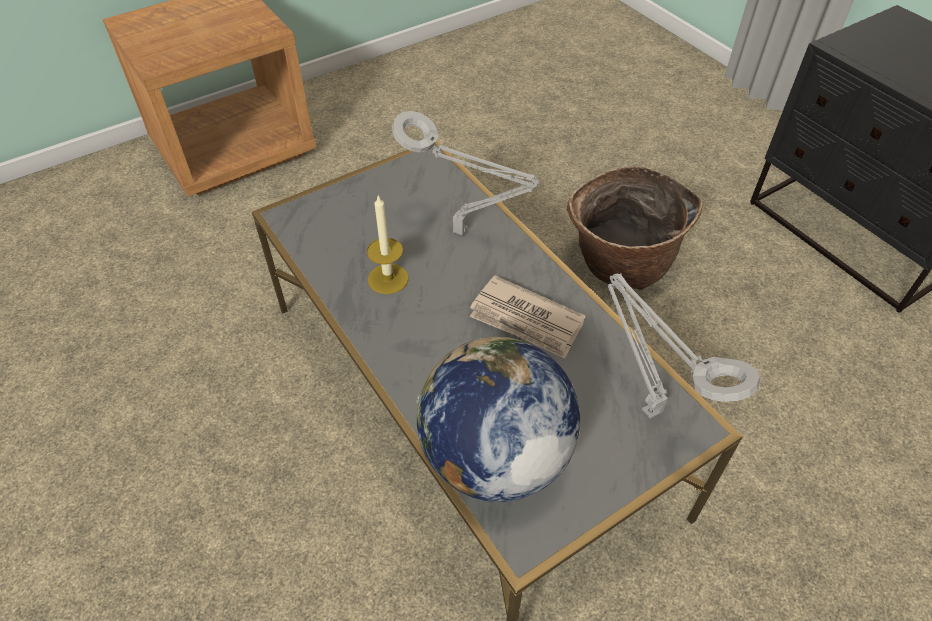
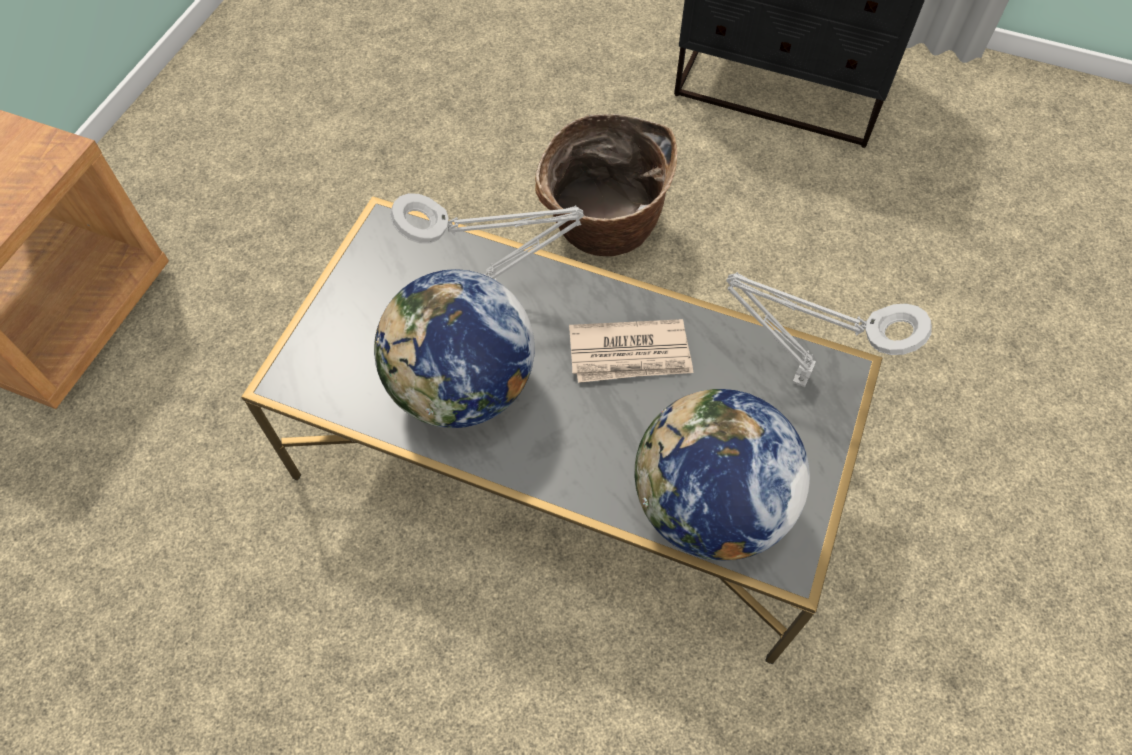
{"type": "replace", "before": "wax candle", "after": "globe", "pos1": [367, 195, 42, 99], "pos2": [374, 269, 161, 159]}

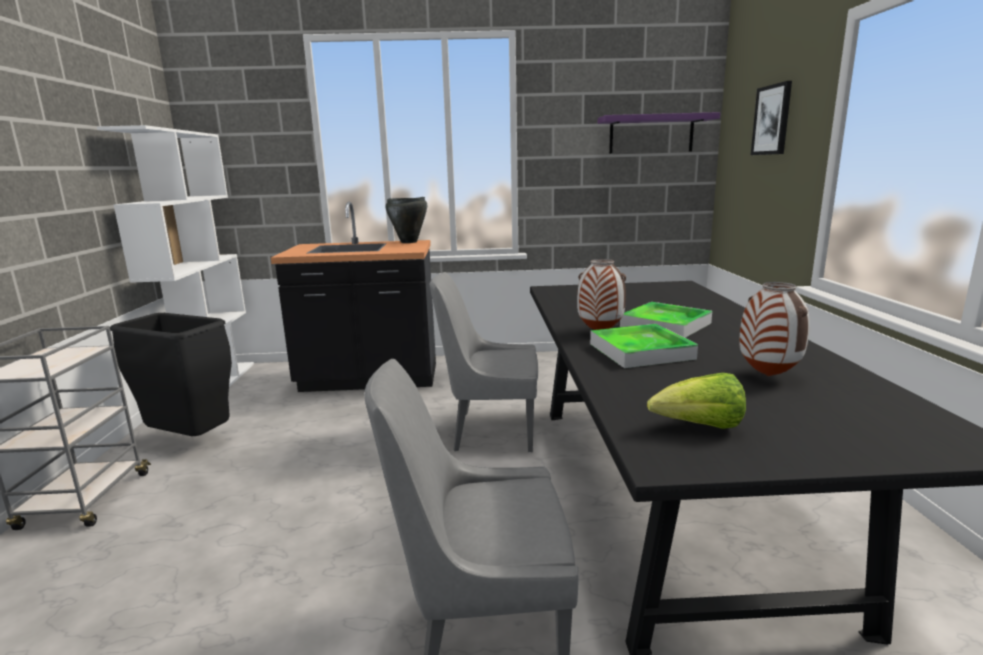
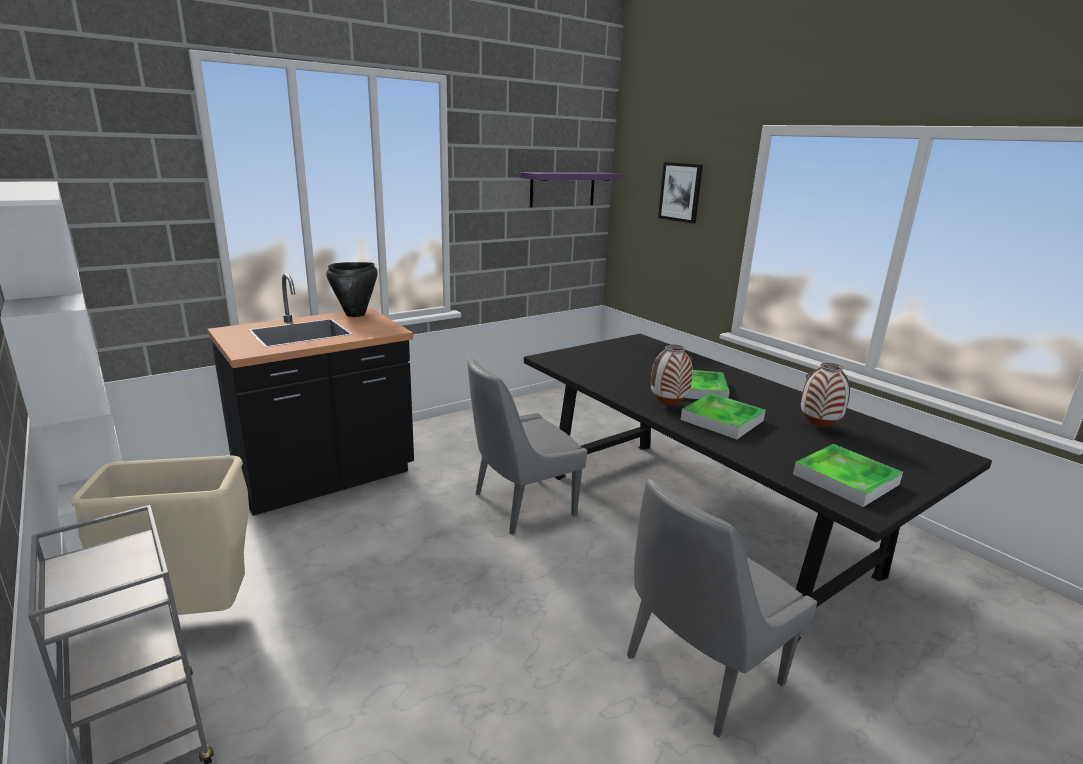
{"type": "recolor", "before": "trash can (black)", "after": "trash can (sand-coloured)", "pos1": [110, 313, 122, 123], "pos2": [71, 455, 178, 160]}
{"type": "replace", "before": "lettuce", "after": "tray", "pos1": [647, 373, 99, 56], "pos2": [793, 444, 110, 63]}

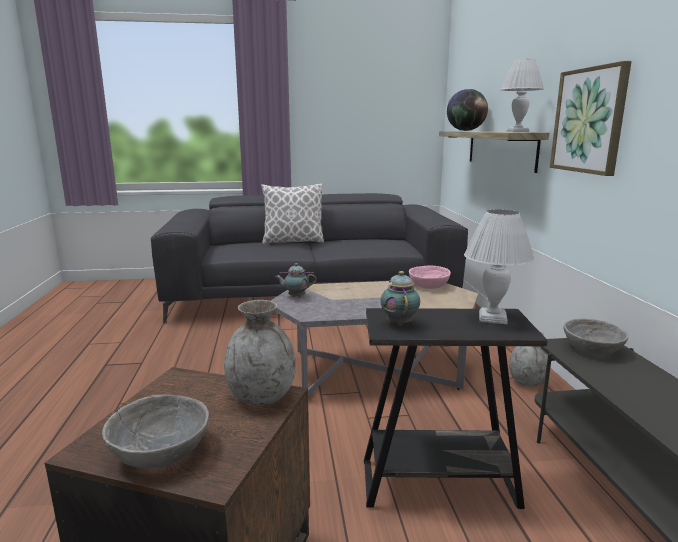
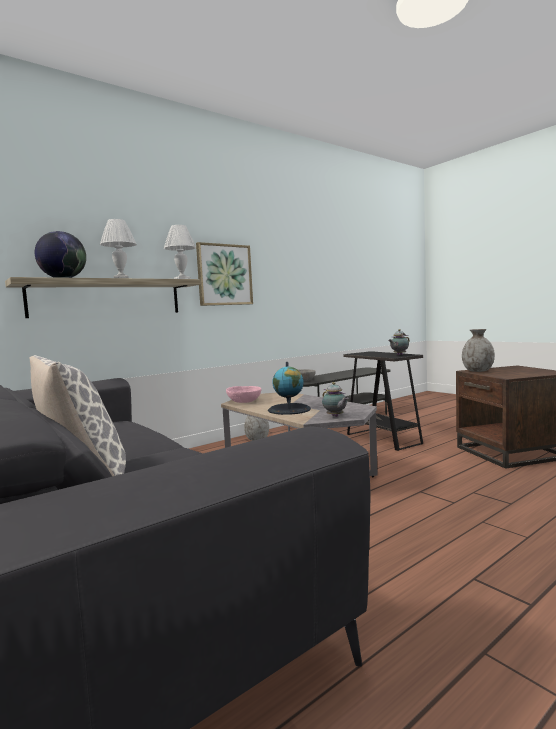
{"type": "move", "before": "table lamp (white-coloured)", "pos1": [464, 209, 71, 115], "pos2": [100, 219, 37, 59]}
{"type": "insert", "after": "globe", "pos2": [268, 362, 43, 53]}
{"type": "delete", "before": "deep dish (grey)", "pos1": [102, 394, 107, 74]}

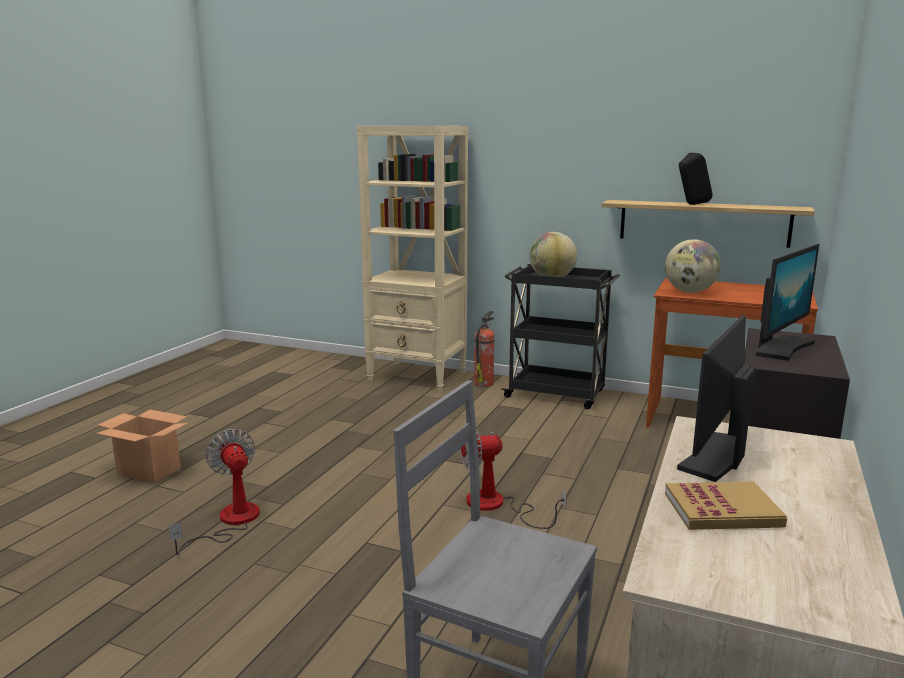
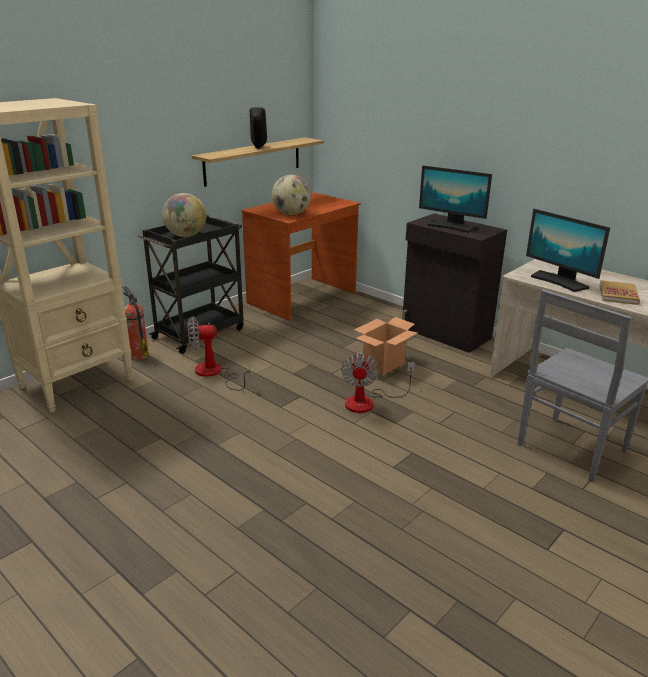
{"type": "move", "before": "electric fan", "pos1": [169, 429, 91, 126], "pos2": [187, 317, 63, 74]}
{"type": "move", "before": "cardboard box", "pos1": [96, 410, 92, 73], "pos2": [354, 317, 63, 59]}
{"type": "rotate", "before": "computer display", "pos1": [756, 244, 63, 117], "pos2": [419, 166, 73, 67], "turn": 150}

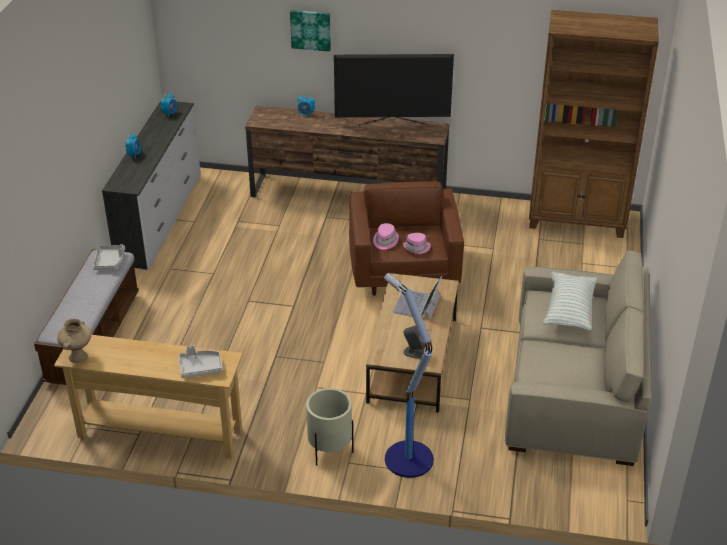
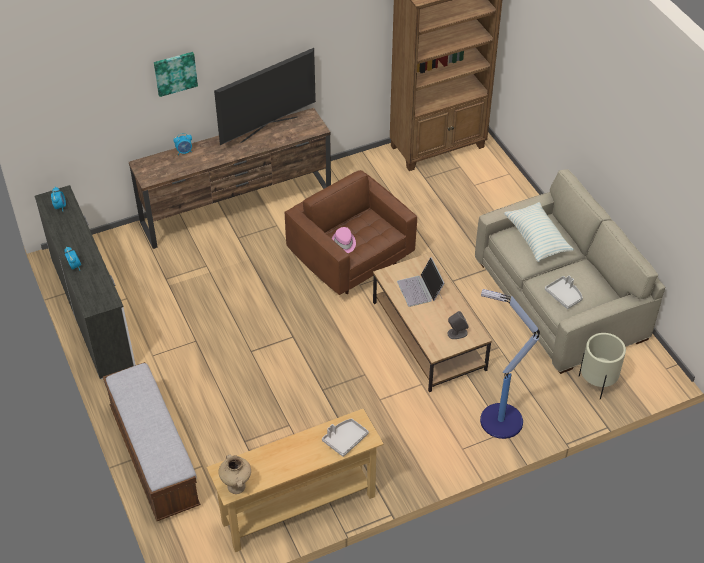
{"type": "move", "before": "tray (grey)", "pos1": [93, 244, 32, 26], "pos2": [545, 276, 38, 33]}
{"type": "move", "before": "flower pot (sand-coloured)", "pos1": [306, 388, 47, 78], "pos2": [579, 333, 47, 67]}
{"type": "delete", "before": "clothing hat (pinkish)", "pos1": [403, 233, 28, 21]}

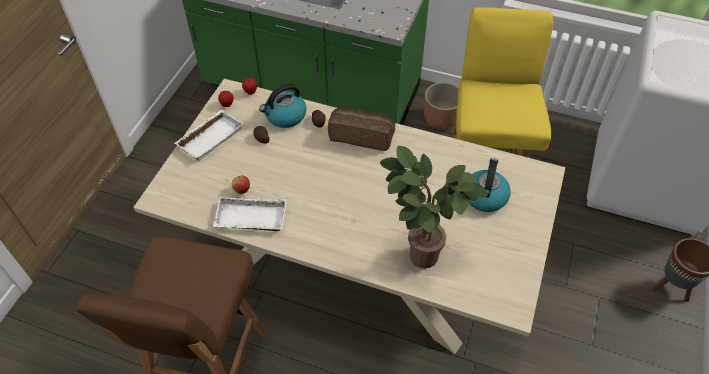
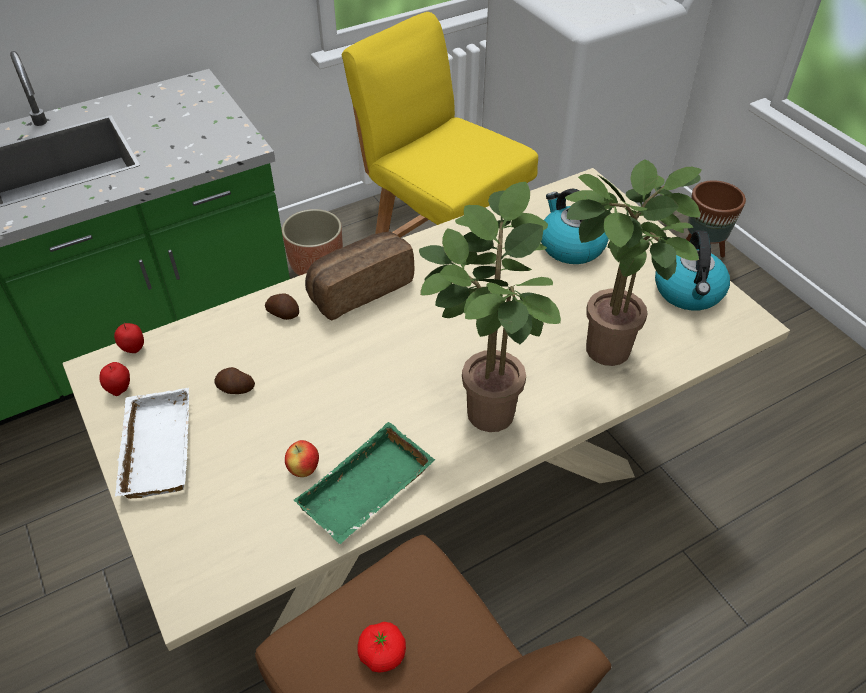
{"type": "recolor", "before": "tray (white-coloured)", "after": "tray (green)", "pos1": [213, 197, 74, 34], "pos2": [293, 422, 142, 122]}
{"type": "insert", "after": "tomato", "pos2": [357, 622, 49, 51]}
{"type": "insert", "after": "houseplant", "pos2": [419, 182, 142, 250]}
{"type": "move", "before": "tea kettle", "pos1": [259, 84, 47, 44], "pos2": [655, 230, 75, 81]}

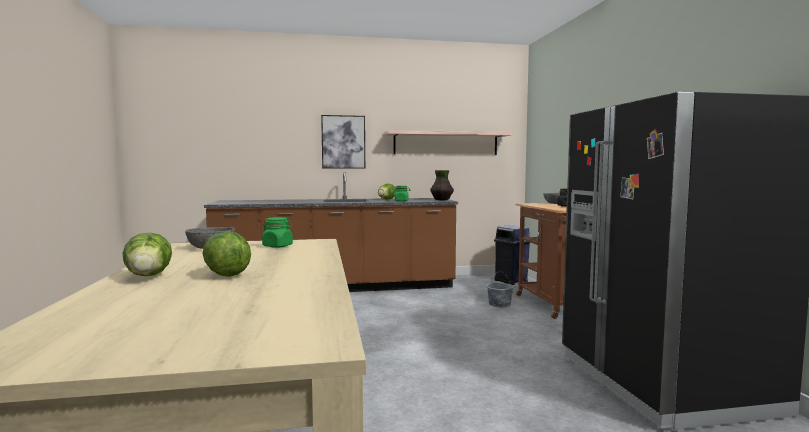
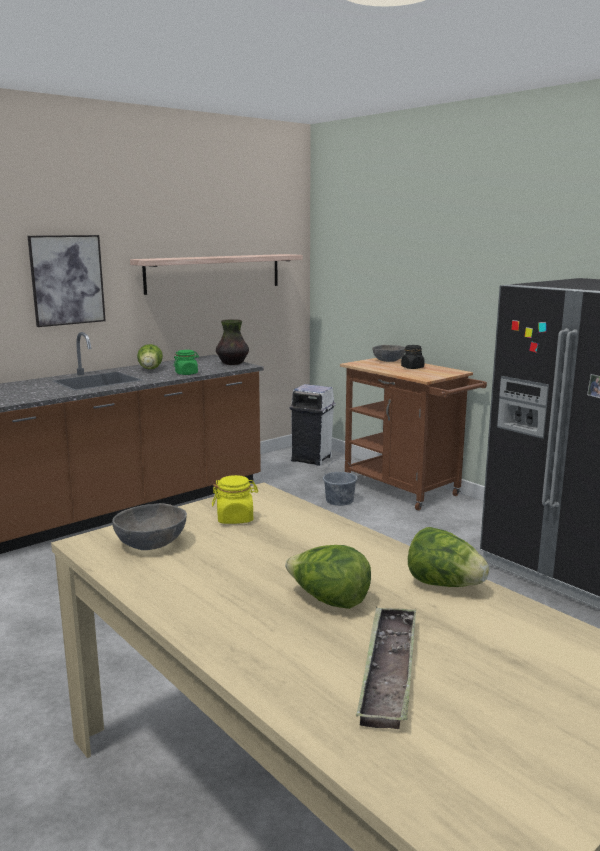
{"type": "recolor", "before": "storage jar (green)", "after": "storage jar (yellow-coloured)", "pos1": [262, 217, 31, 31], "pos2": [212, 475, 46, 49]}
{"type": "recolor", "before": "trash can (bluish)", "after": "trash can (white-coloured)", "pos1": [494, 225, 36, 60], "pos2": [290, 384, 46, 82]}
{"type": "insert", "after": "tray", "pos2": [356, 607, 60, 122]}
{"type": "move", "before": "lettuce", "pos1": [122, 233, 50, 43], "pos2": [408, 527, 81, 60]}

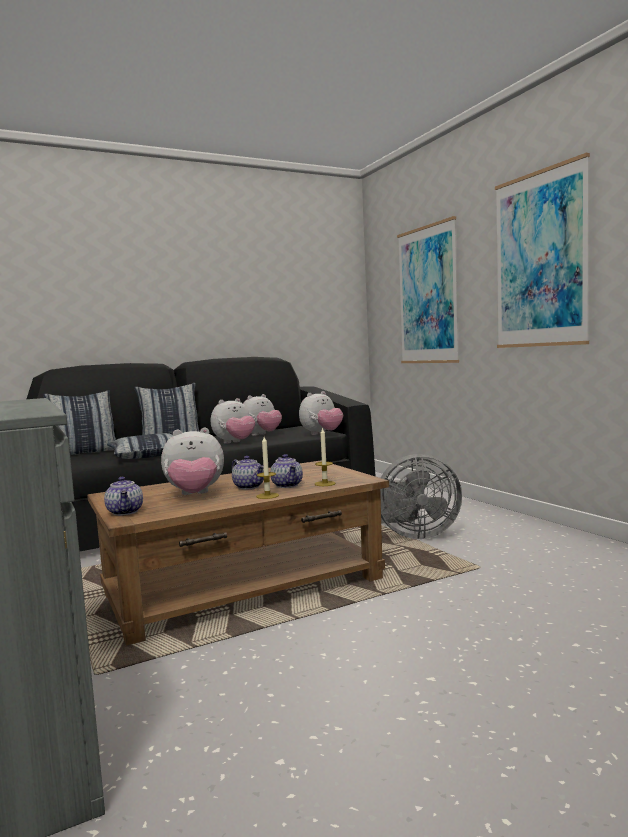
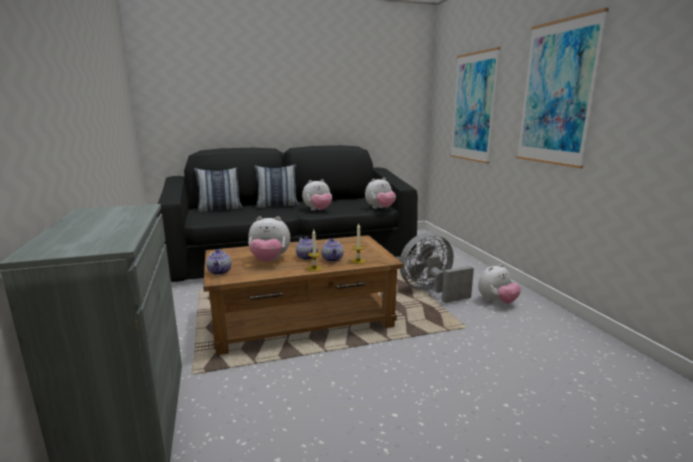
{"type": "rotate", "before": "electric fan (grey)", "pos1": [380, 454, 82, 85], "pos2": [400, 233, 74, 70], "turn": 150}
{"type": "move", "before": "soft toy", "pos1": [243, 394, 39, 42], "pos2": [478, 264, 43, 40]}
{"type": "delete", "before": "throw pillow", "pos1": [107, 433, 66, 26]}

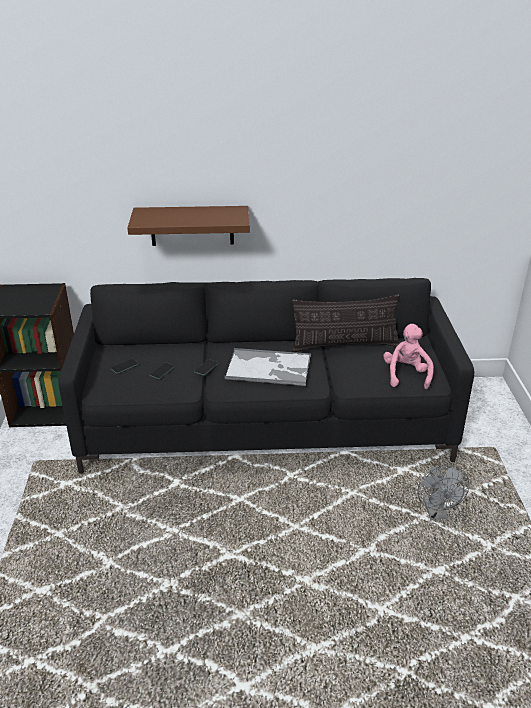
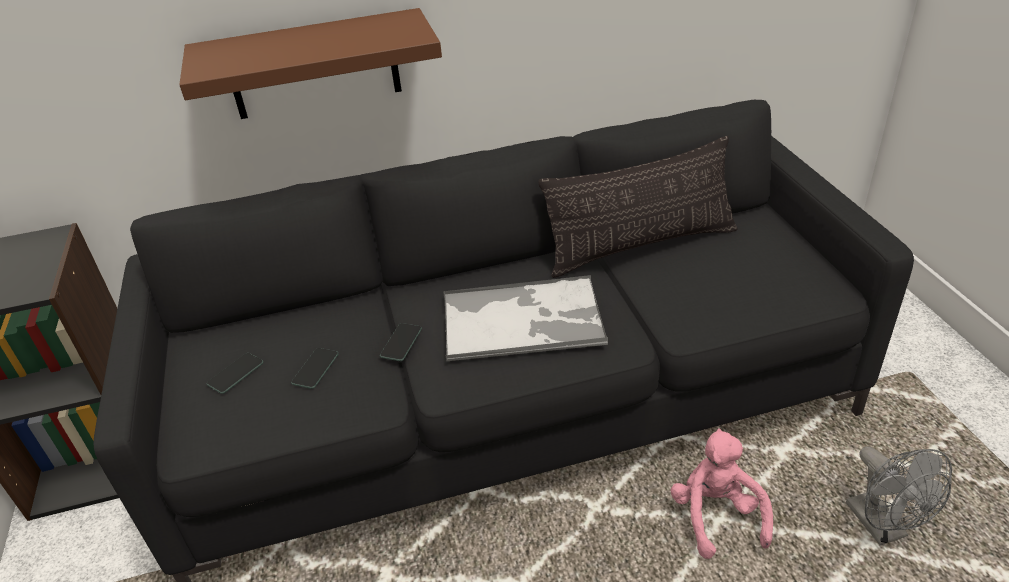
{"type": "move", "before": "soft toy (pinkish)", "pos1": [383, 324, 51, 65], "pos2": [670, 428, 103, 131]}

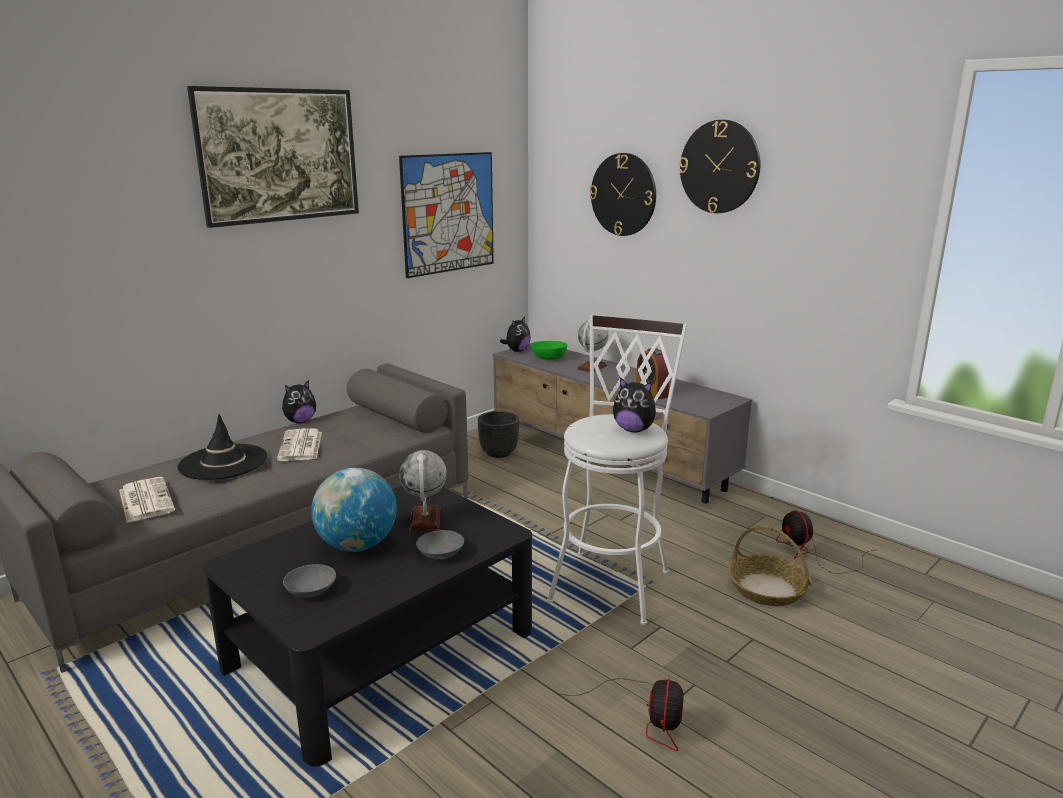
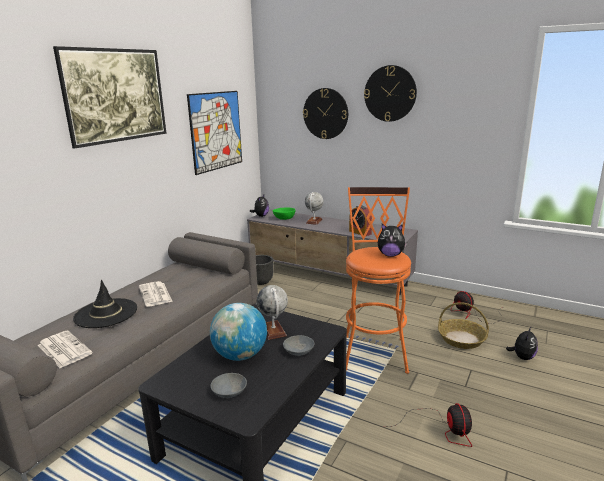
{"type": "recolor", "before": "stool (white-coloured)", "after": "stool (orangey)", "pos1": [547, 315, 140, 310], "pos2": [346, 187, 65, 187]}
{"type": "move", "before": "soft toy", "pos1": [282, 380, 34, 43], "pos2": [506, 327, 32, 33]}

